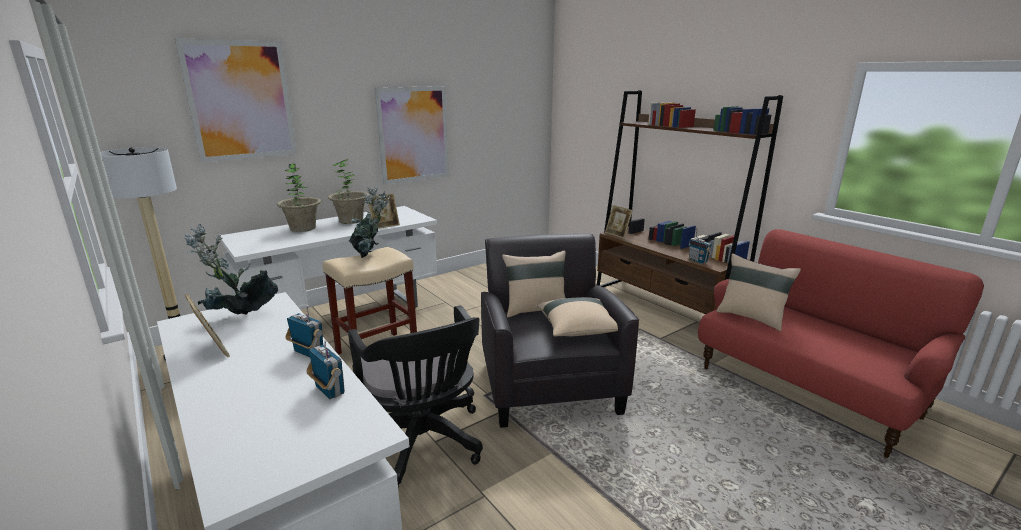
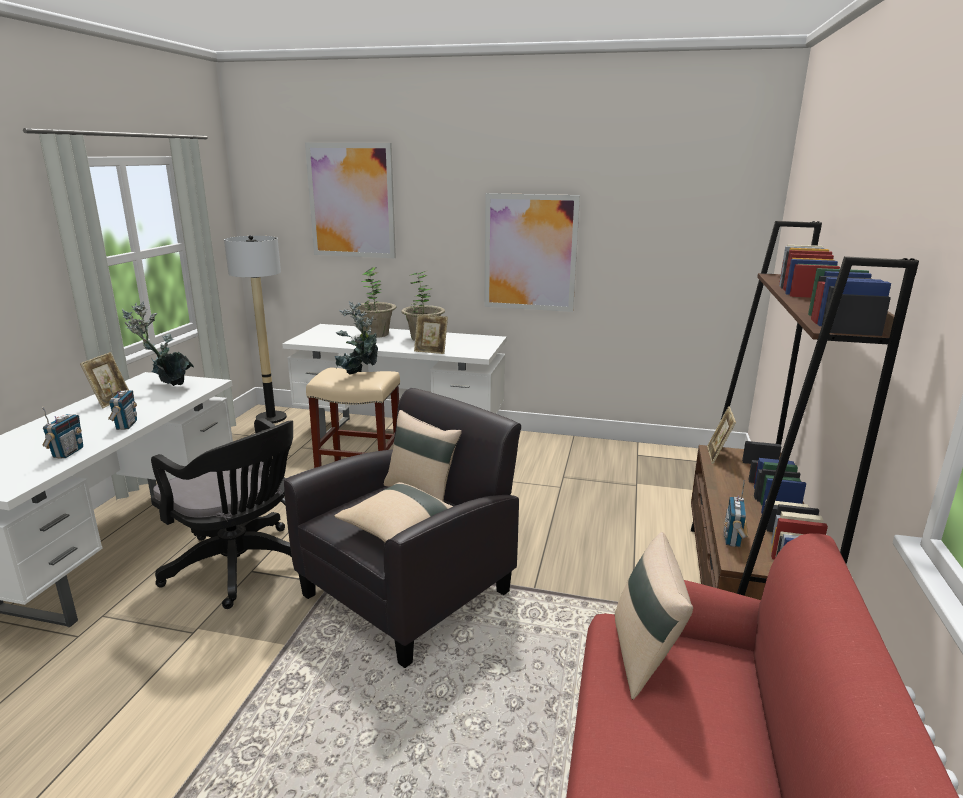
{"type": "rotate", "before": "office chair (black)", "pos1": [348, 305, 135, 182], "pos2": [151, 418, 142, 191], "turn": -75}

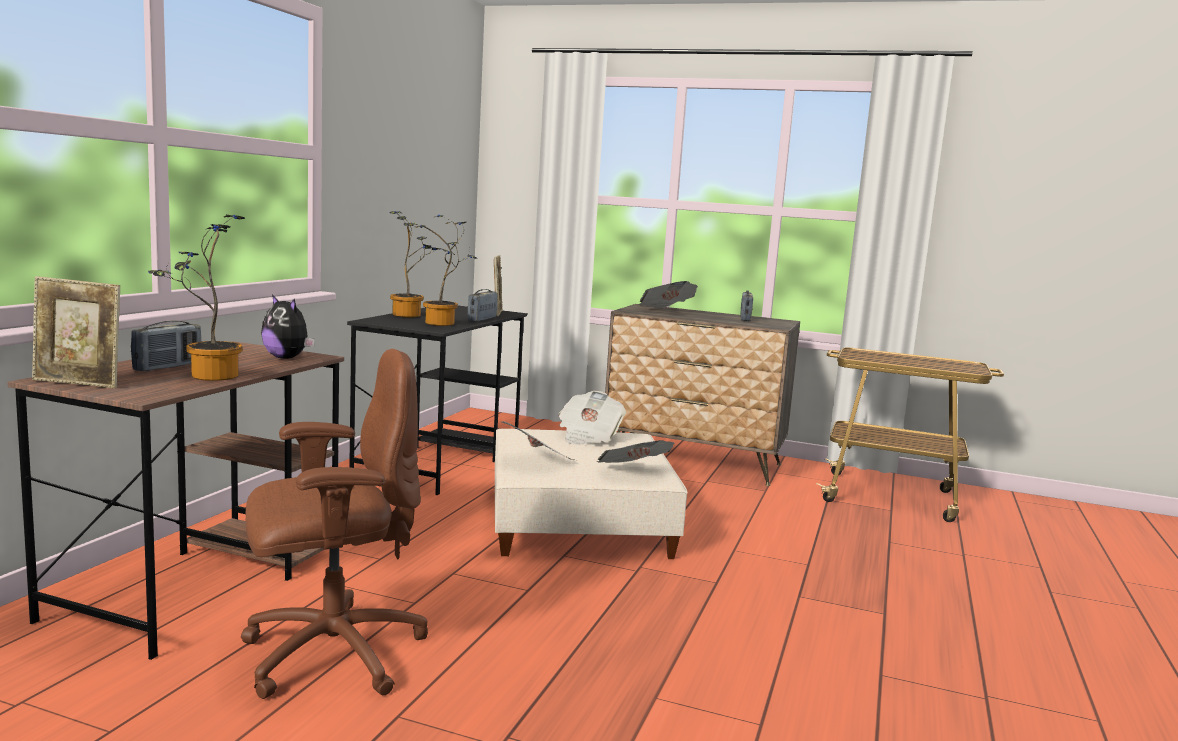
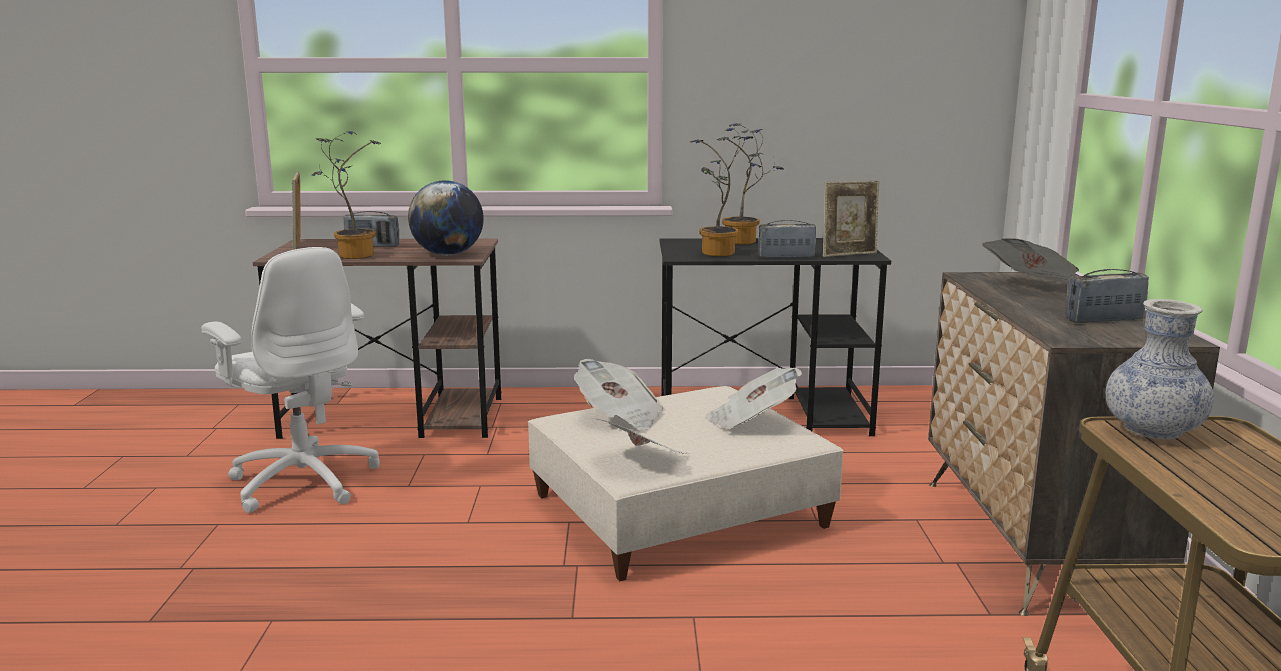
{"type": "recolor", "before": "office chair (brownish)", "after": "office chair (white-coloured)", "pos1": [241, 349, 187, 350], "pos2": [201, 247, 179, 266]}
{"type": "replace", "before": "soft toy", "after": "globe", "pos1": [261, 295, 54, 64], "pos2": [408, 181, 76, 74]}
{"type": "insert", "after": "decorative vase", "pos2": [1106, 299, 108, 140]}

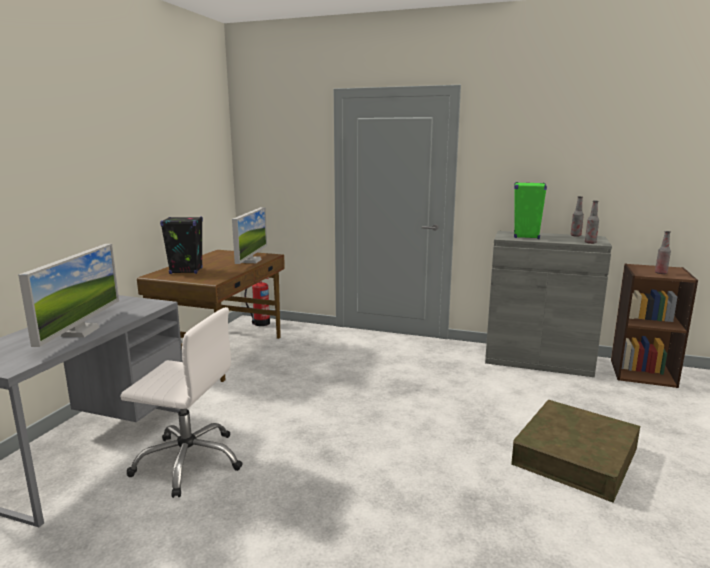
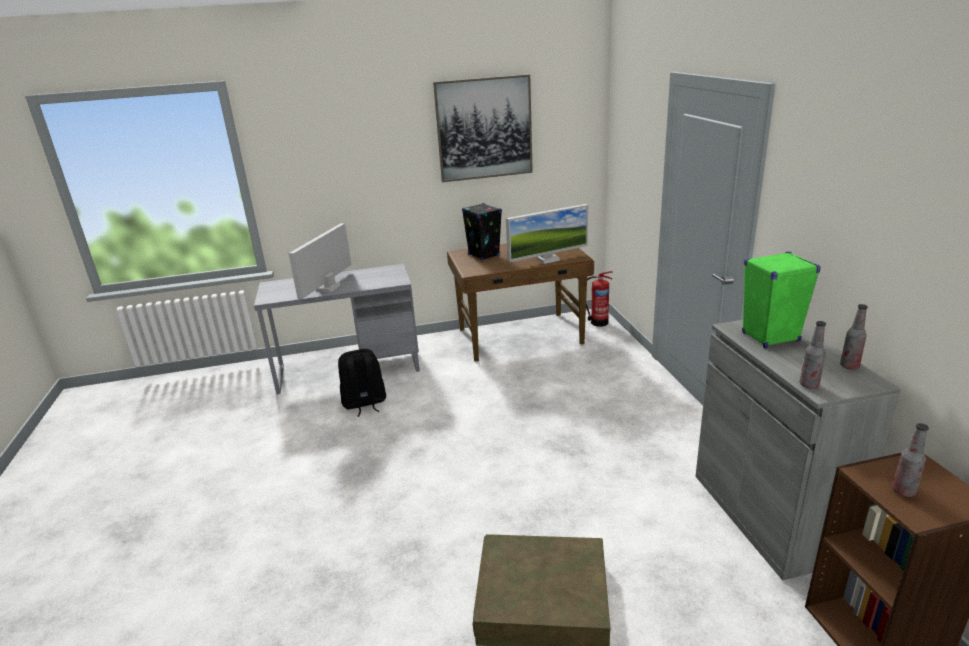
{"type": "rotate", "before": "computer display", "pos1": [18, 244, 101, 103], "pos2": [288, 223, 63, 76], "turn": 135}
{"type": "replace", "before": "office chair (white-coloured)", "after": "backpack (black)", "pos1": [120, 307, 123, 191], "pos2": [338, 349, 48, 68]}
{"type": "insert", "after": "picture", "pos2": [433, 74, 100, 108]}

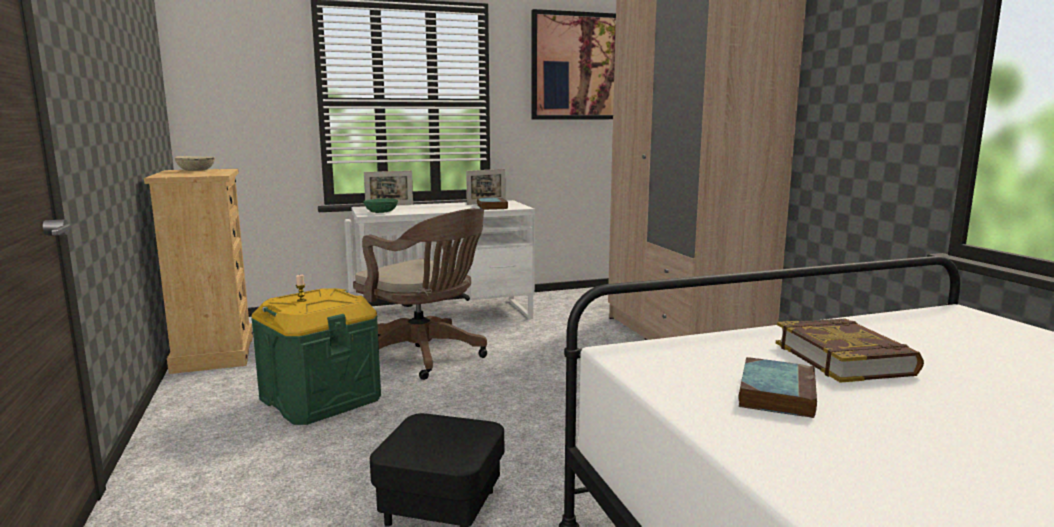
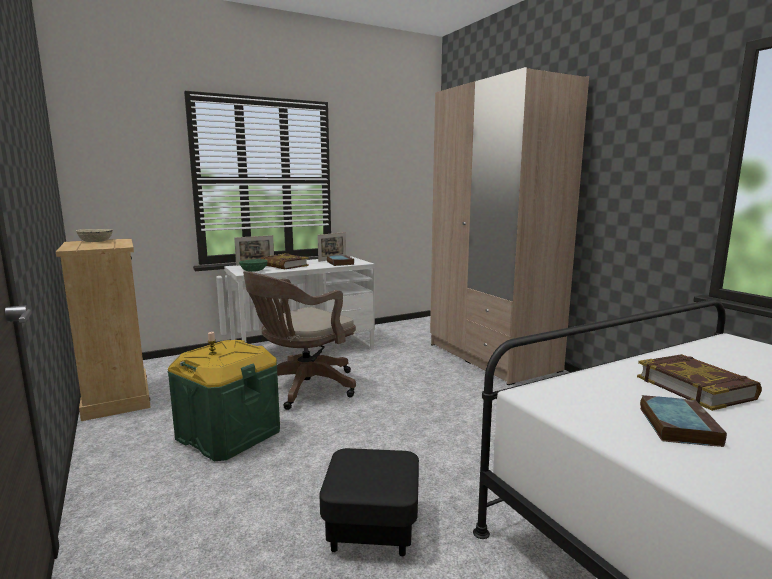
{"type": "rotate", "before": "office chair (brownish)", "pos1": [353, 208, 134, 172], "pos2": [243, 271, 113, 139], "turn": 105}
{"type": "insert", "after": "volume", "pos2": [261, 254, 48, 15]}
{"type": "delete", "before": "picture", "pos1": [531, 9, 85, 110]}

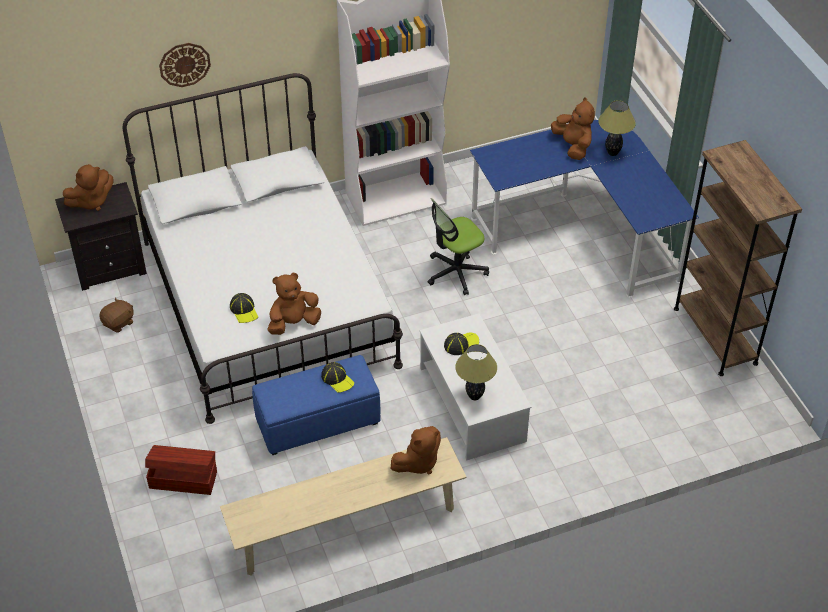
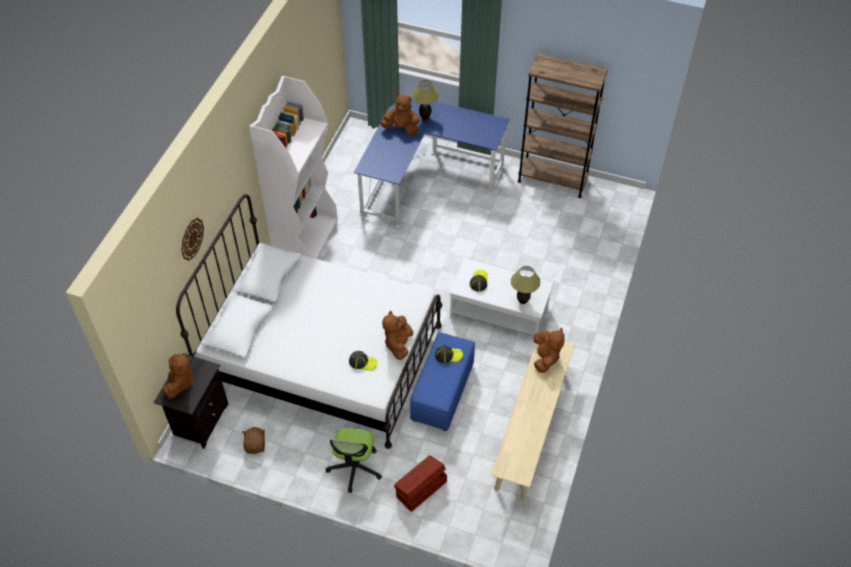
{"type": "move", "before": "office chair", "pos1": [428, 198, 61, 97], "pos2": [326, 427, 56, 66]}

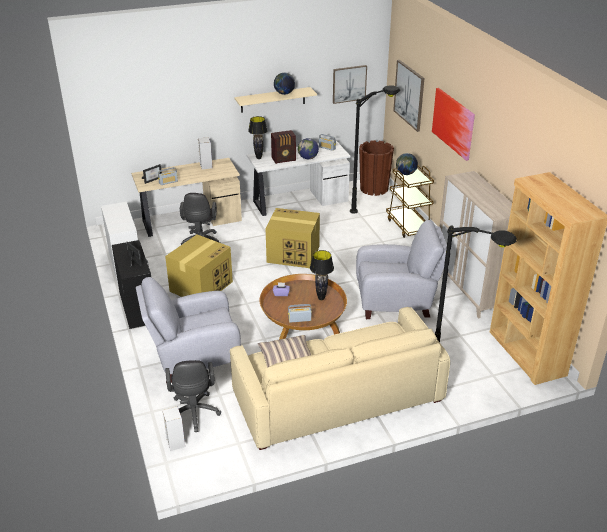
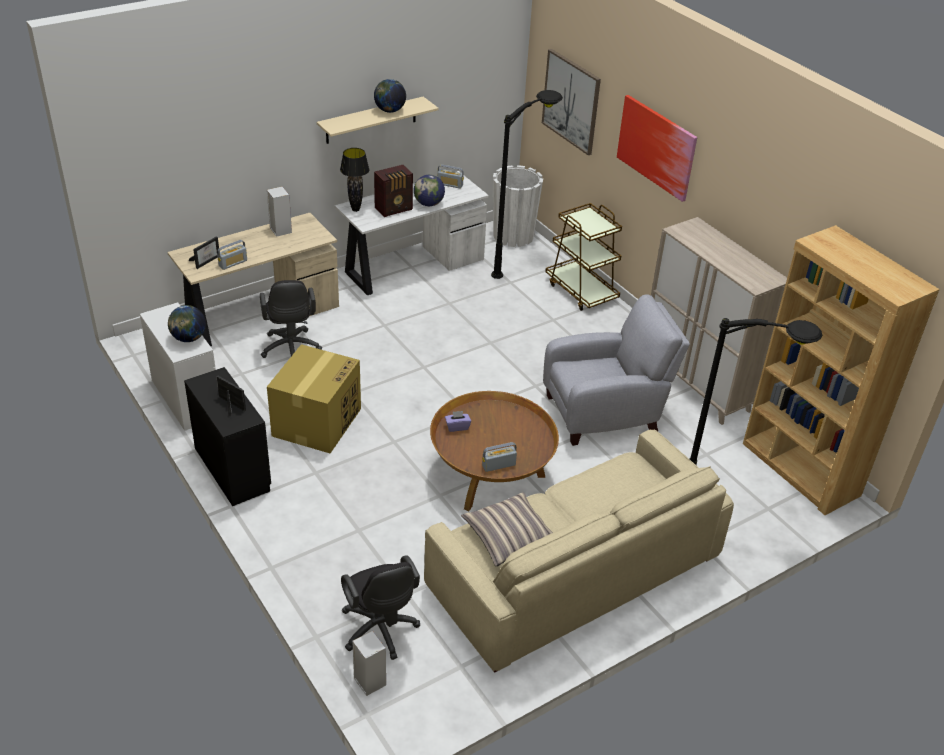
{"type": "move", "before": "globe", "pos1": [396, 153, 22, 22], "pos2": [168, 305, 38, 37]}
{"type": "recolor", "before": "flower pot (brownish)", "after": "flower pot (white-coloured)", "pos1": [359, 140, 35, 56], "pos2": [493, 165, 50, 82]}
{"type": "delete", "before": "lounge chair (grey)", "pos1": [136, 277, 105, 107]}
{"type": "delete", "before": "cardboard box", "pos1": [265, 208, 55, 60]}
{"type": "delete", "before": "table lamp (black)", "pos1": [310, 250, 24, 50]}
{"type": "delete", "before": "picture", "pos1": [333, 65, 34, 39]}

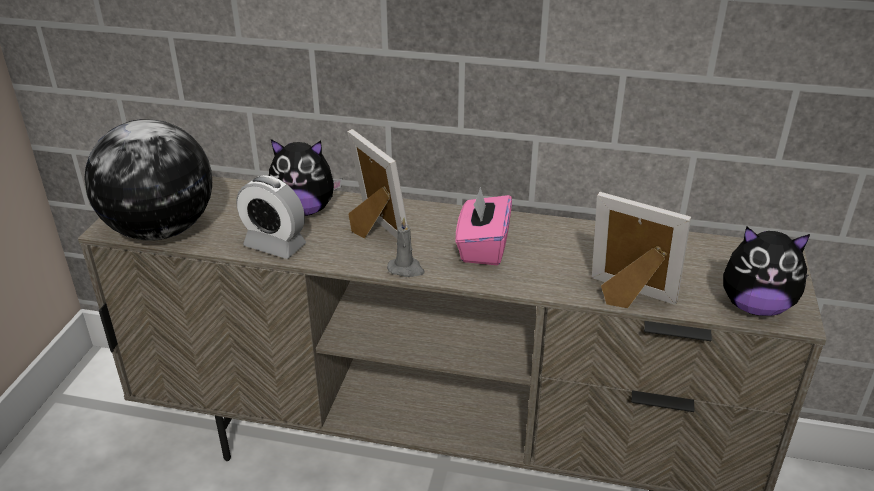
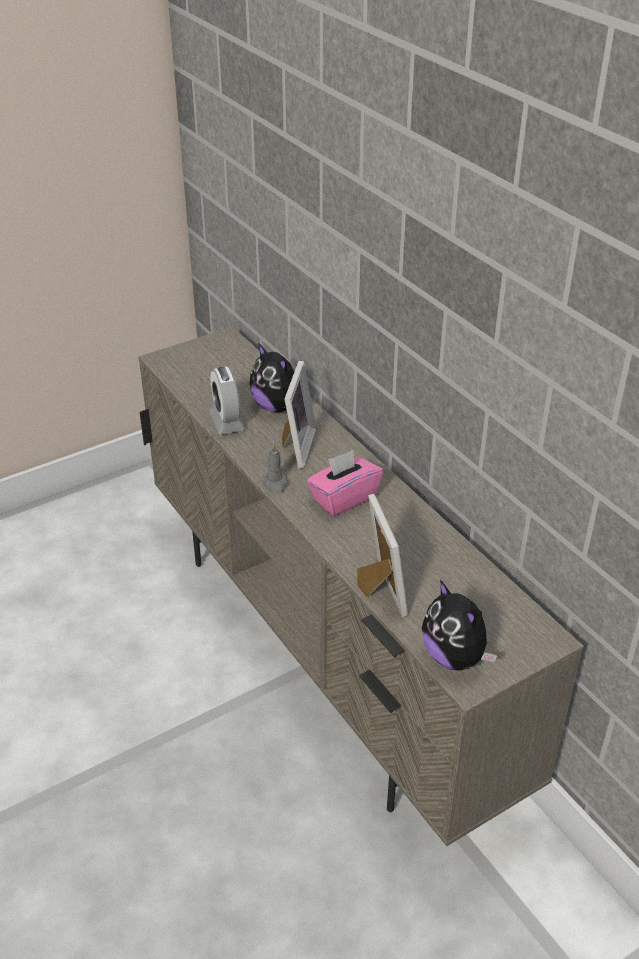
{"type": "delete", "before": "globe", "pos1": [84, 119, 128, 122]}

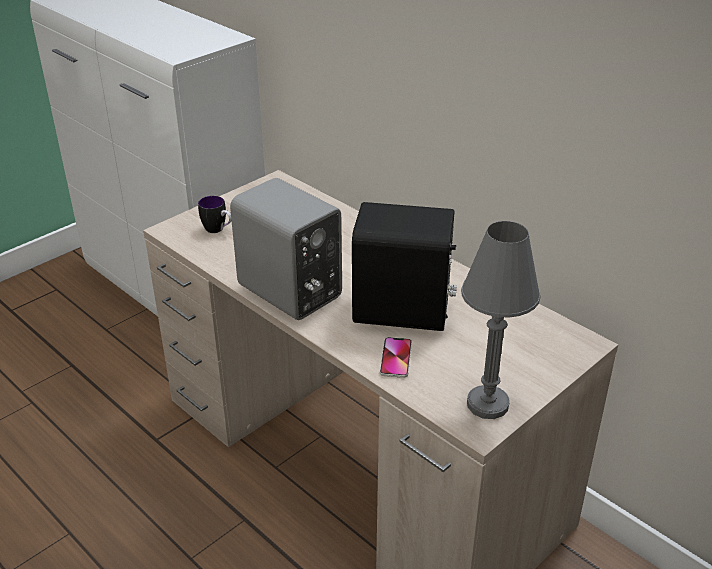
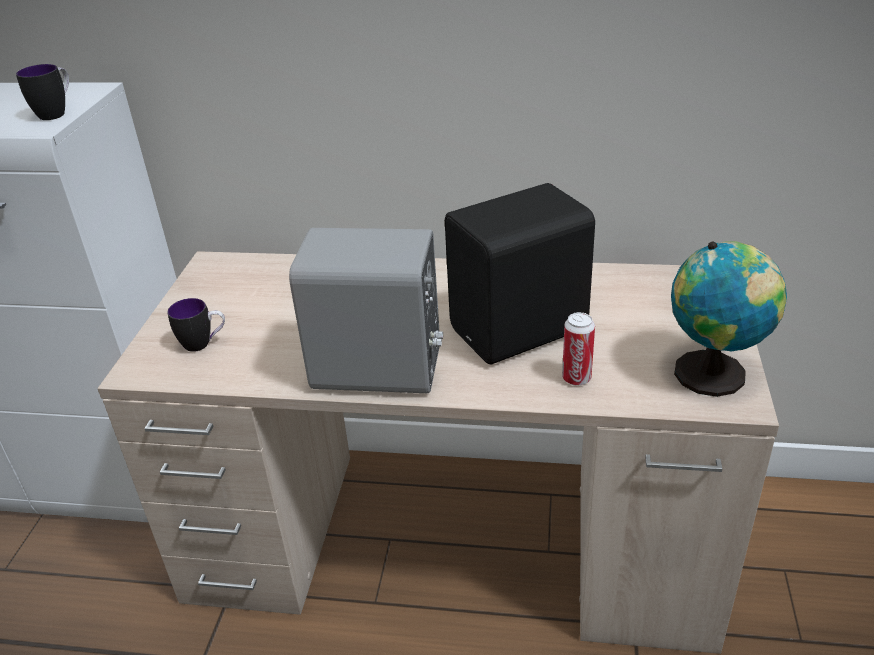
{"type": "insert", "after": "mug", "pos2": [16, 64, 53, 56]}
{"type": "replace", "before": "telephone", "after": "metal can", "pos1": [380, 337, 32, 41], "pos2": [562, 312, 33, 74]}
{"type": "replace", "before": "table lamp (grey)", "after": "globe", "pos1": [461, 221, 80, 198], "pos2": [671, 241, 116, 156]}

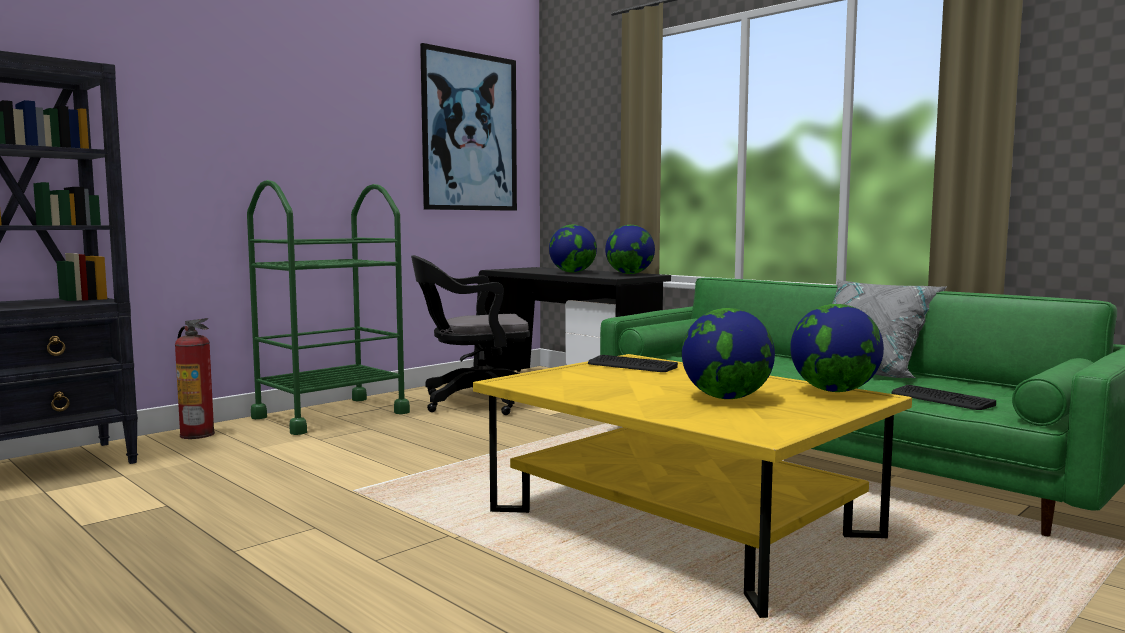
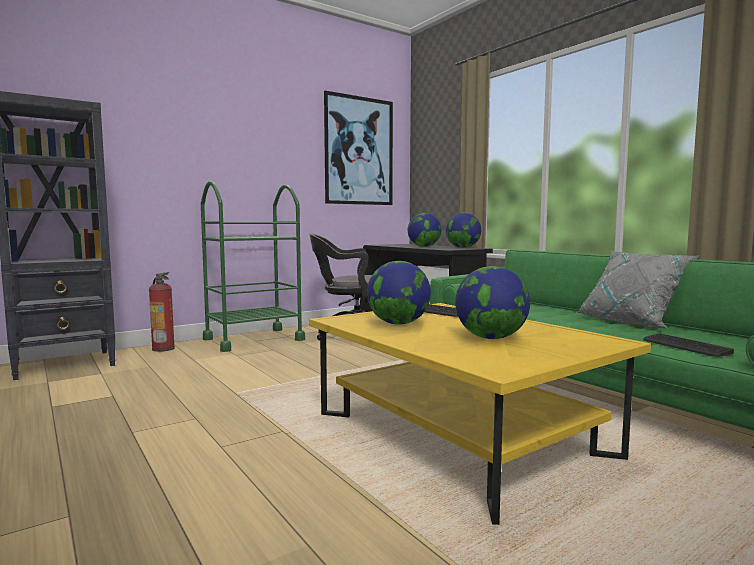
{"type": "move", "before": "globe", "pos1": [790, 304, 94, 88], "pos2": [367, 261, 64, 64]}

